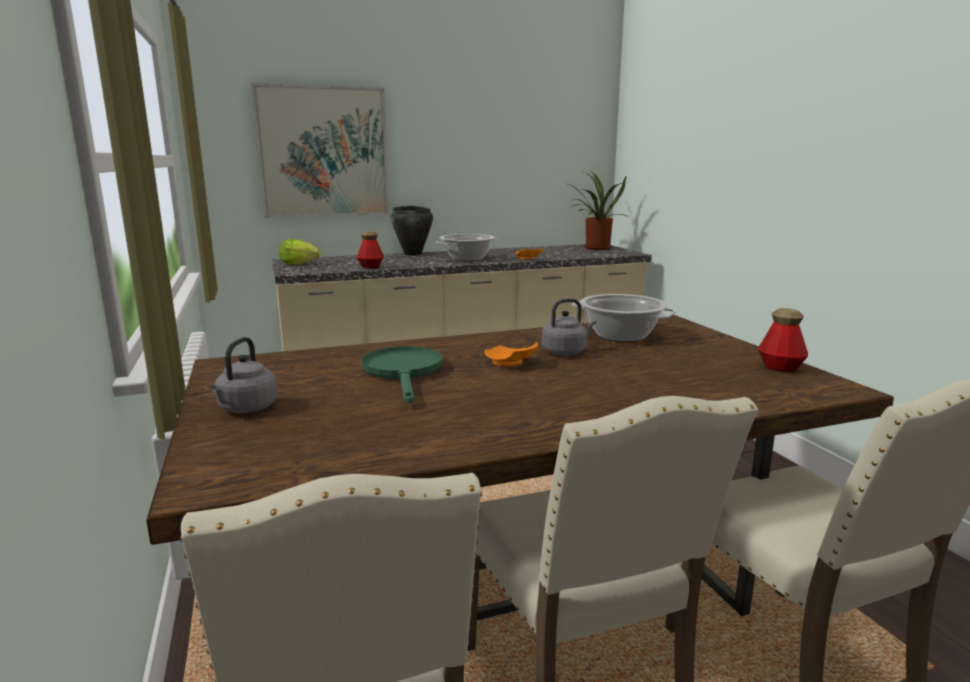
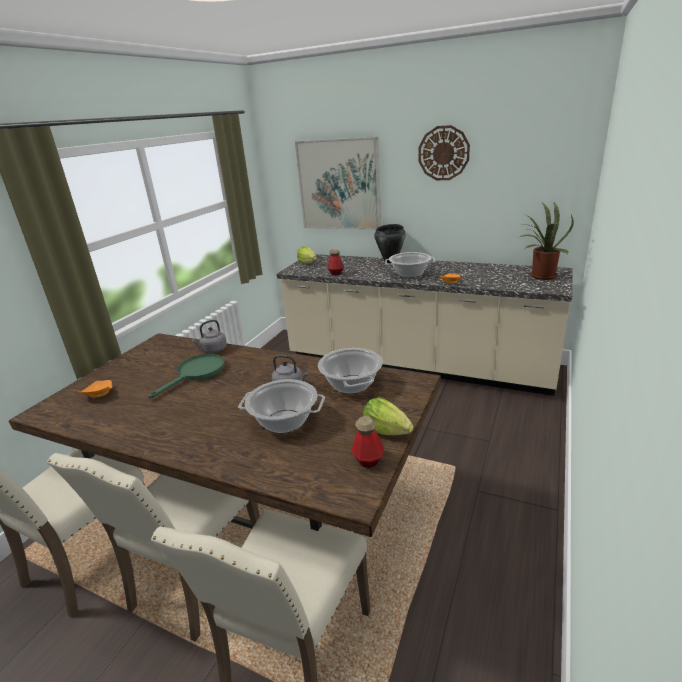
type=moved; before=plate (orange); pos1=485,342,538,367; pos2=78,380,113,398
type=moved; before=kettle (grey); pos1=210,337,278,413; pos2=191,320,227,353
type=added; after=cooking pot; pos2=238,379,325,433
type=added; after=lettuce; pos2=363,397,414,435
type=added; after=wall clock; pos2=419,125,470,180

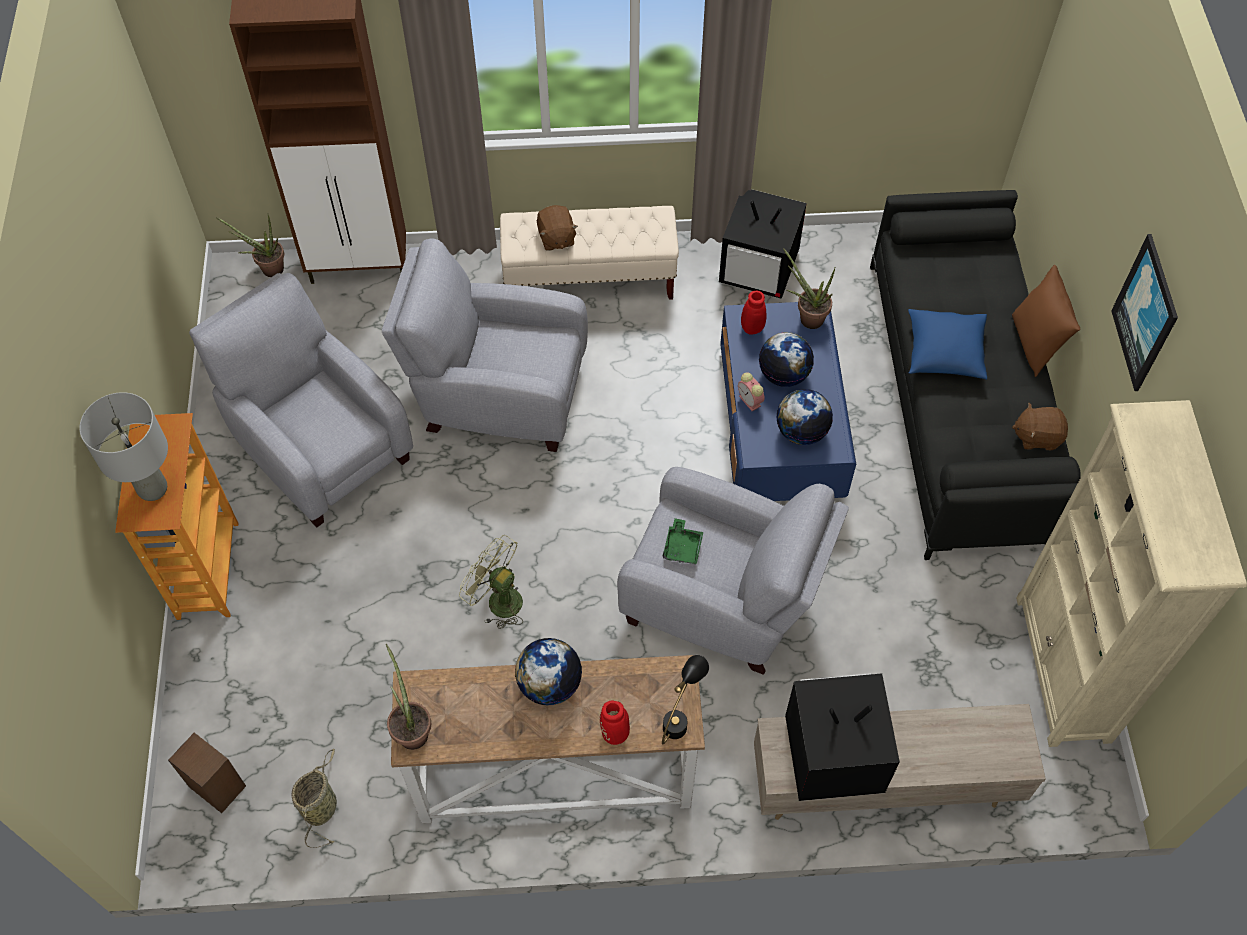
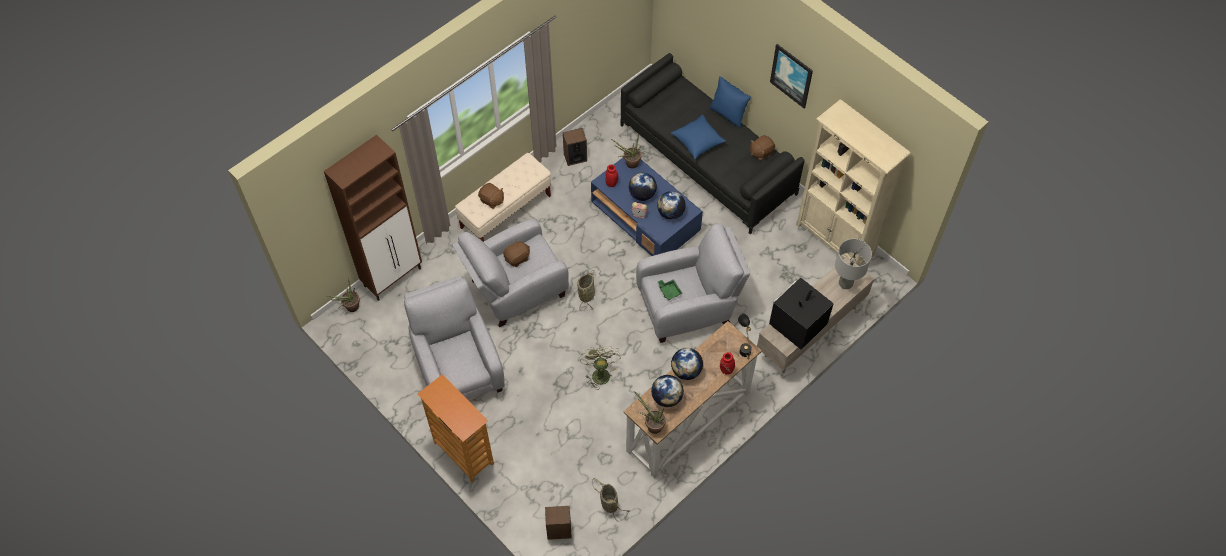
type=turned; before=armchair (grey); pos1=189,273,413,527; pos2=404,276,505,400; turn=60
type=added; after=plush toy (brown); pos2=503,239,530,267
type=replaced; before=television; after=speaker; pos1=719,189,807,299; pos2=563,128,587,166
type=added; after=basket; pos2=577,270,595,311
type=turned; before=fan (green); pos1=459,535,523,629; pos2=580,345,621,390; turn=90
type=added; after=globe; pos2=651,375,684,407
type=recoloured; before=pillow (brown); after=pillow (blue); pos1=1012,265,1080,377; pos2=710,76,751,128
type=moved; before=table lamp (grey); pos1=79,392,168,501; pos2=835,239,872,289

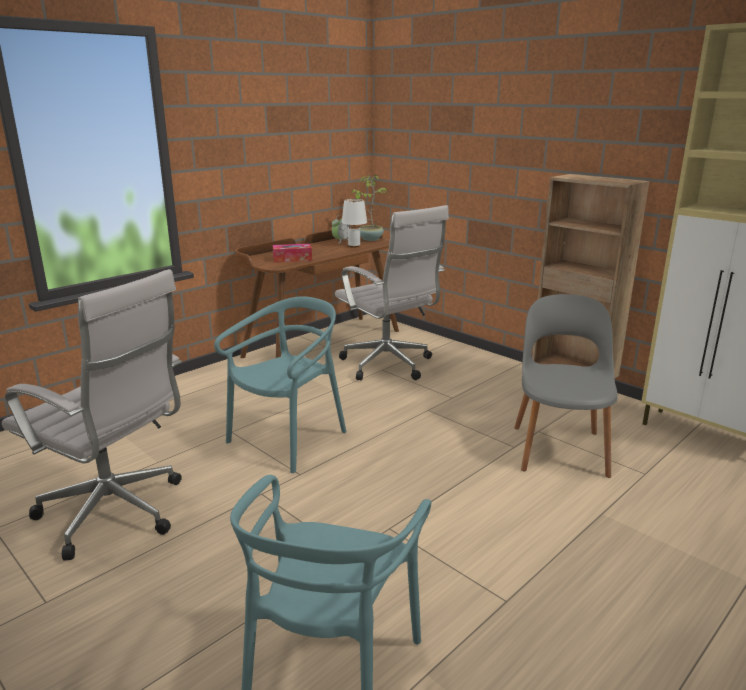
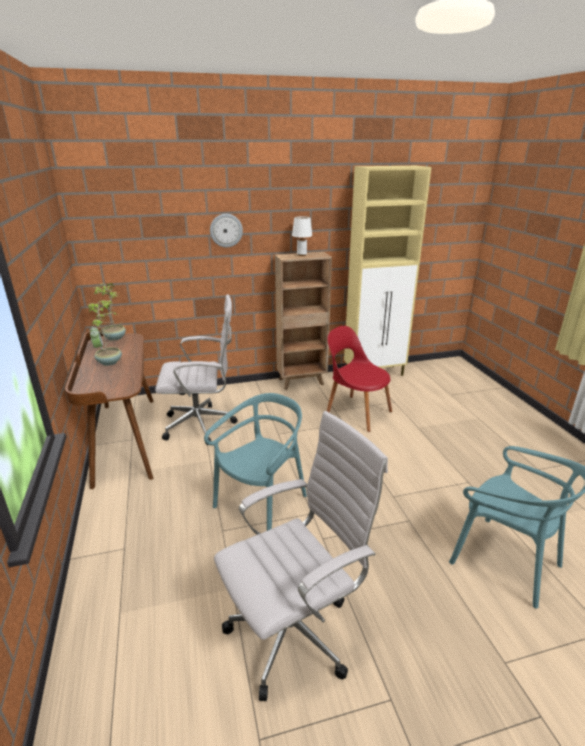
type=added; after=potted plant; pos2=88,301,122,366
type=turned; before=chair (turquoise); pos1=214,296,346,473; pos2=204,393,307,531; turn=60
type=added; after=wall clock; pos2=210,214,243,248
type=moved; before=table lamp (white); pos1=342,199,367,248; pos2=292,216,312,256
type=recoloured; before=chair (grey); after=chair (red); pos1=514,294,617,478; pos2=327,326,392,432
type=removed; before=tissue box; pos1=273,244,312,262

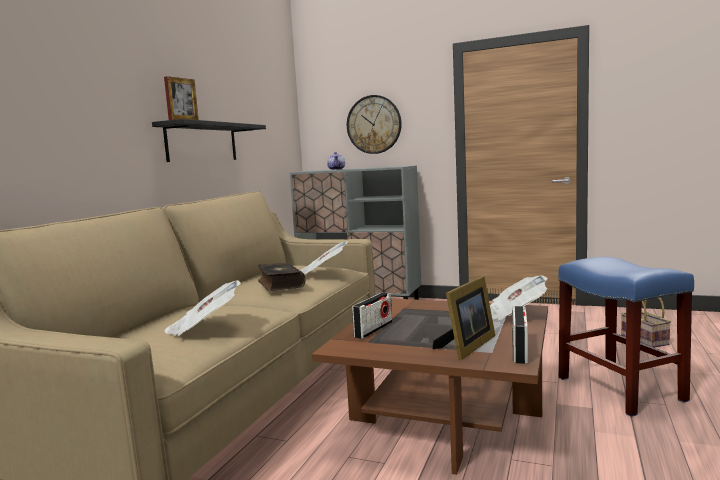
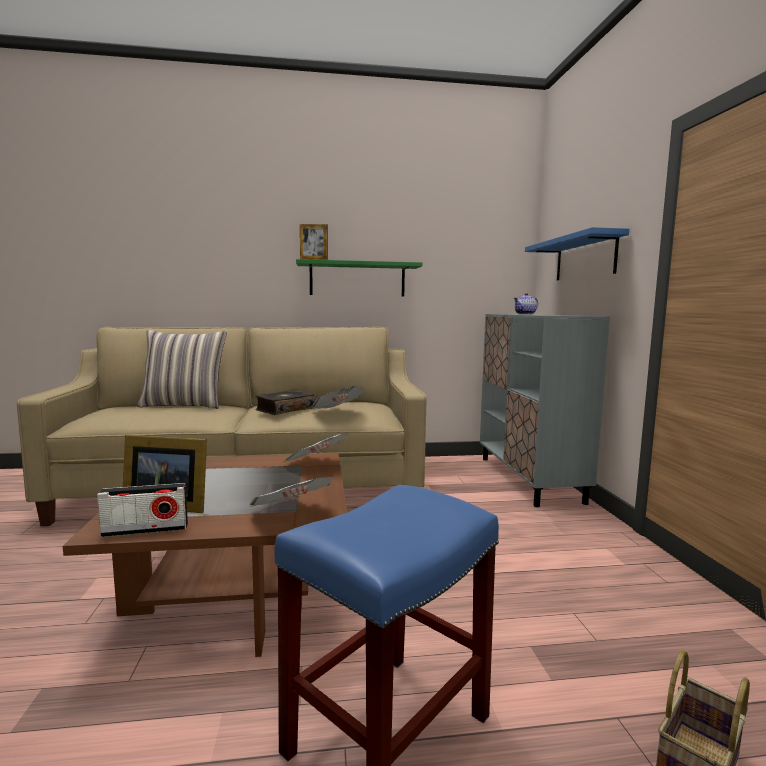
type=added; after=pillow; pos2=137,330,227,409
type=moved; before=newspaper; pos1=164,280,241,337; pos2=283,433,349,462
type=recoloured; before=shelf (black); after=shelf (green); pos1=152,119,266,162; pos2=296,259,422,296
type=replaced; before=wall clock; after=shelf (blue); pos1=347,95,402,154; pos2=525,227,629,280
type=removed; before=radio; pos1=352,292,392,339

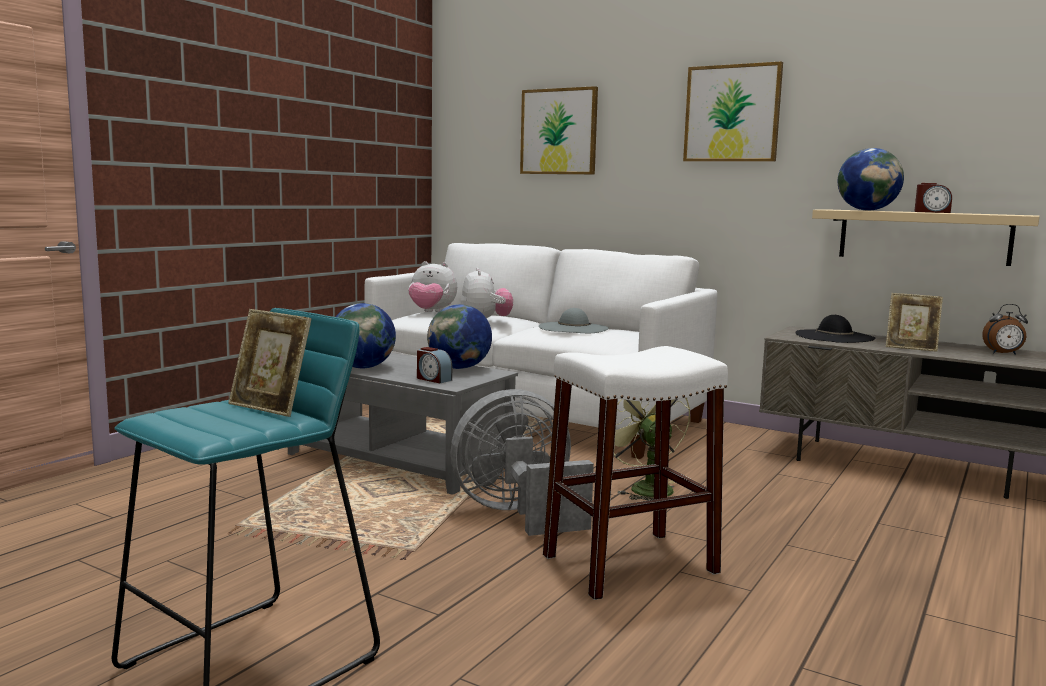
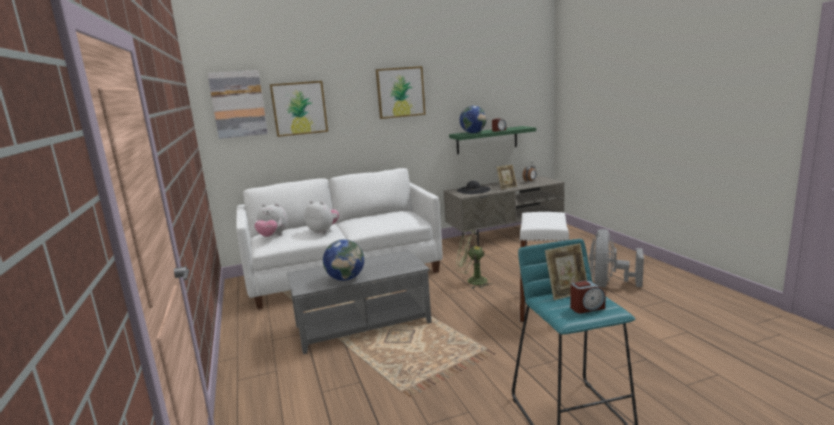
type=added; after=picture; pos2=207,70,268,139
type=turned; before=plush toy; pos1=409,261,457,312; pos2=254,203,288,237; turn=45
type=recoloured; before=shelf (beige); after=shelf (green); pos1=812,209,1040,266; pos2=449,126,536,154
type=moved; before=alarm clock; pos1=417,347,452,383; pos2=570,280,605,313
type=moved; before=fan (grey); pos1=451,389,594,536; pos2=589,229,644,287
type=removed; before=globe; pos1=427,304,492,369
type=removed; before=hat (grey); pos1=539,308,609,333

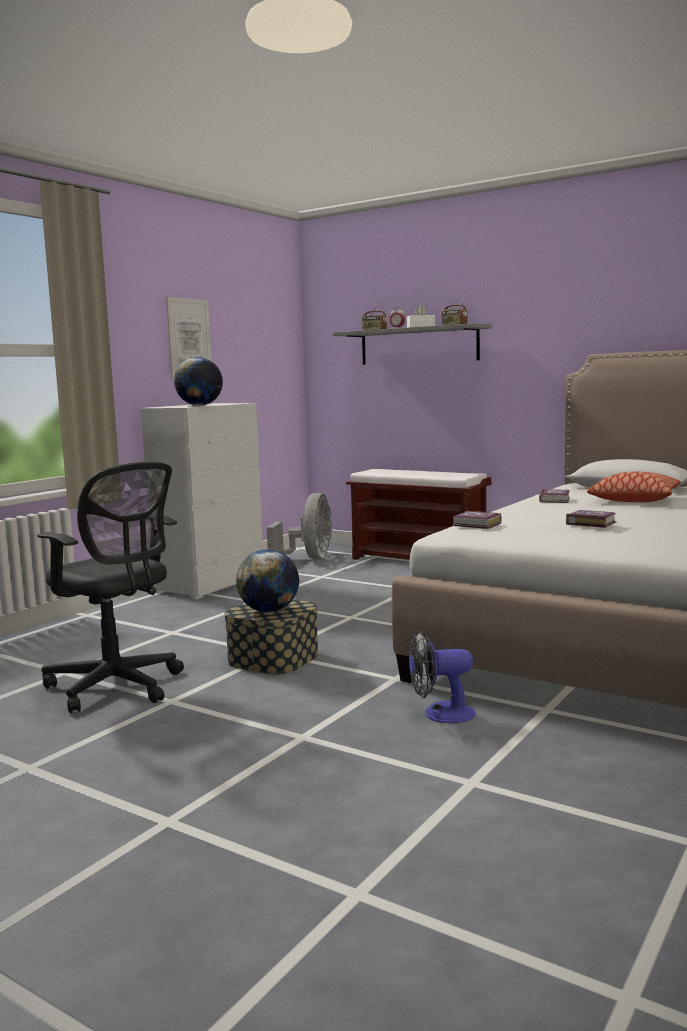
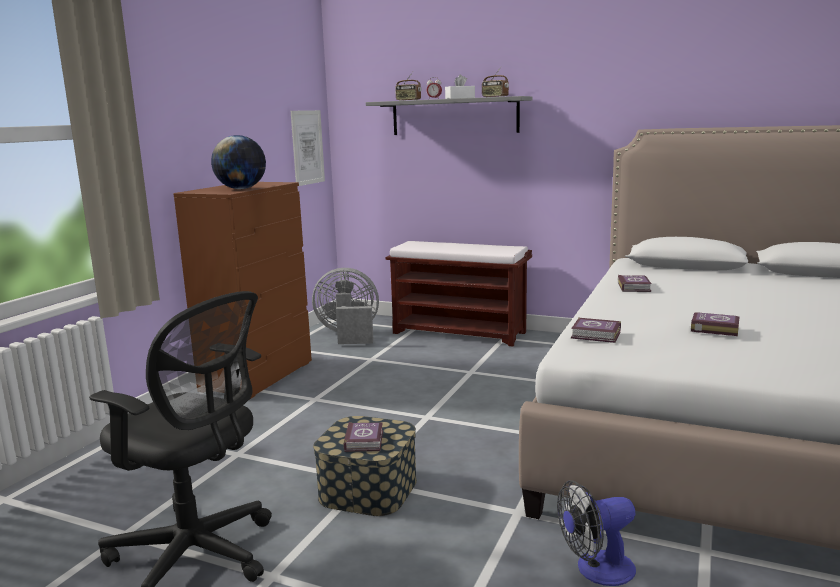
type=recoloured; before=dresser (white); after=dresser (brown); pos1=141,403,263,600; pos2=173,182,312,400
type=moved; before=picture; pos1=166,297,211,380; pos2=291,110,325,186
type=turned; before=fan (grey); pos1=267,493,332,560; pos2=312,268,379,344; turn=-90
type=replaced; before=globe; after=book; pos1=236,549,299,612; pos2=343,422,383,452
type=removed; before=pillow; pos1=587,472,680,502

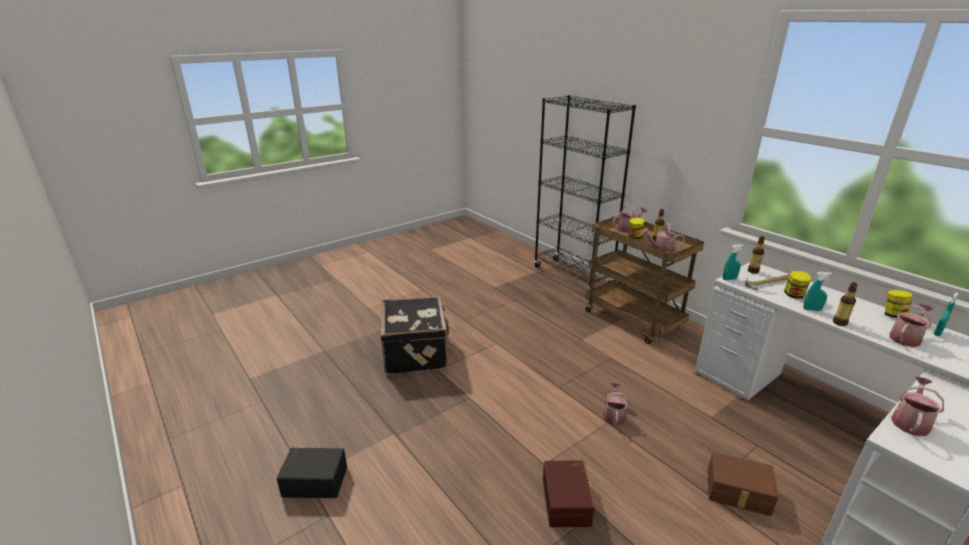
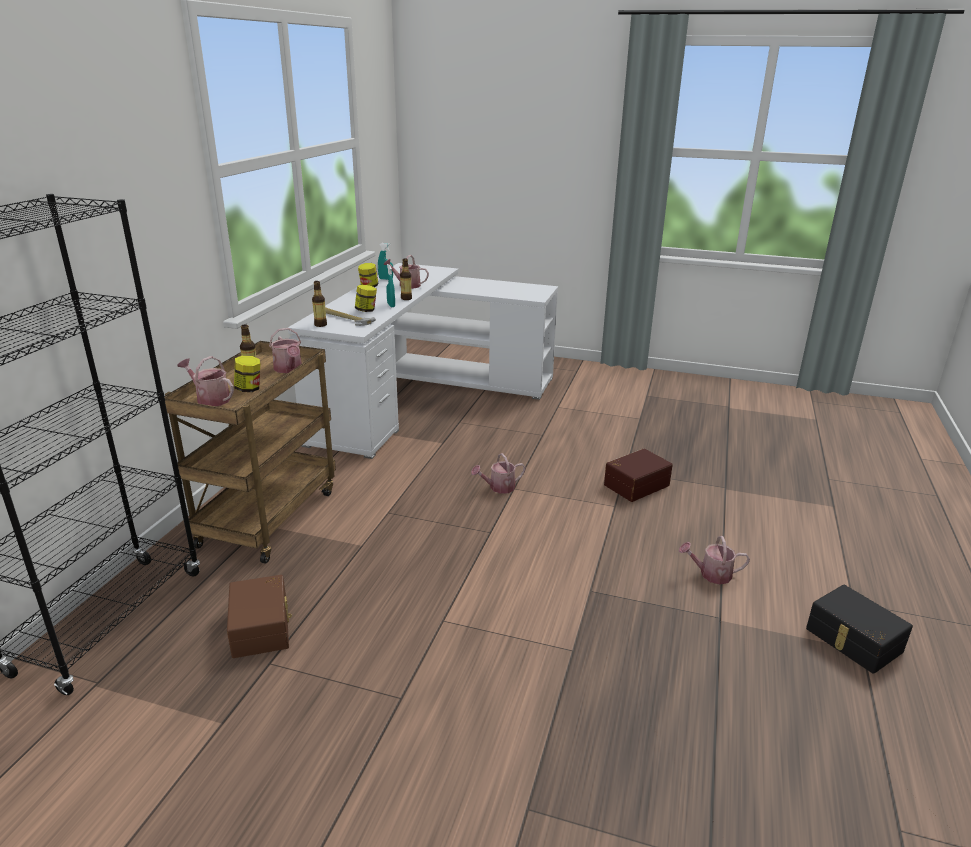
type=moved; before=storage box (brown); pos1=707,452,778,516; pos2=227,575,292,658
type=moved; before=watering can; pos1=891,377,944,436; pos2=679,536,750,584
type=removed; before=suitcase (black); pos1=380,296,449,375
type=removed; before=spray bottle (turquoise); pos1=723,244,744,280

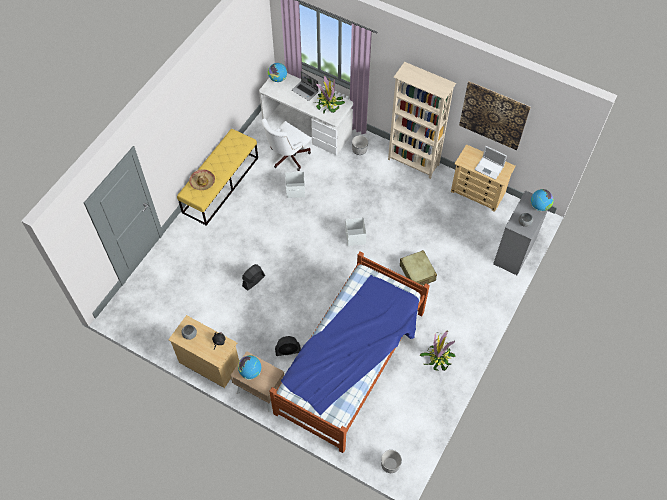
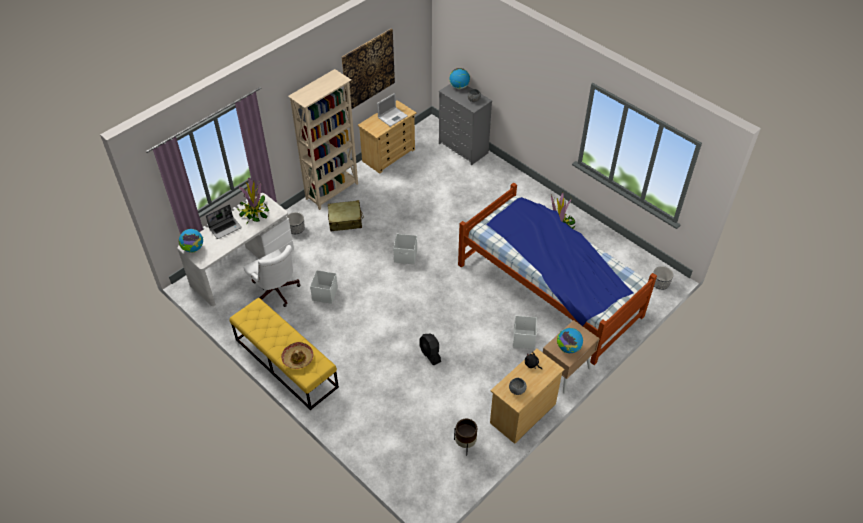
type=moved; before=suitcase (beige); pos1=400,250,437,285; pos2=328,200,364,231
type=added; after=planter (brown); pos2=454,419,477,456
type=replaced; before=fan (black); after=storage box (white); pos1=275,336,301,356; pos2=513,316,538,349

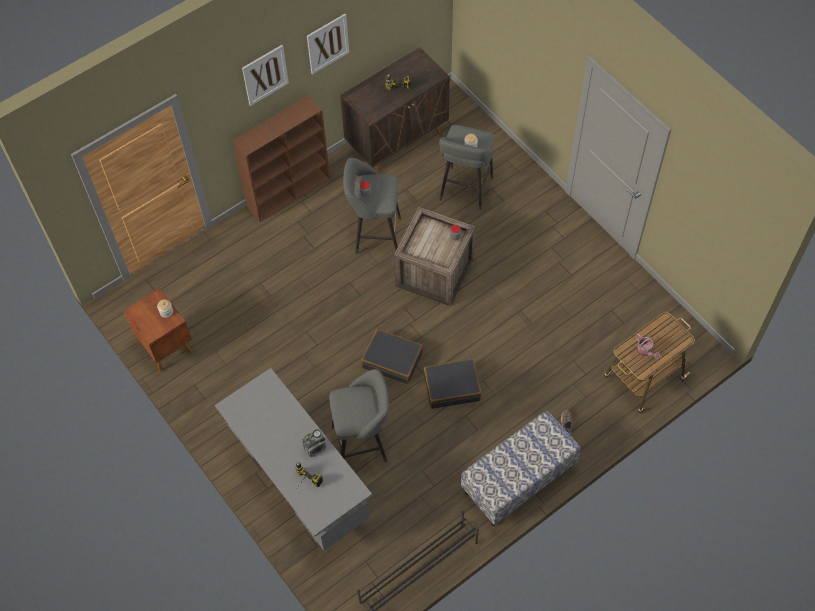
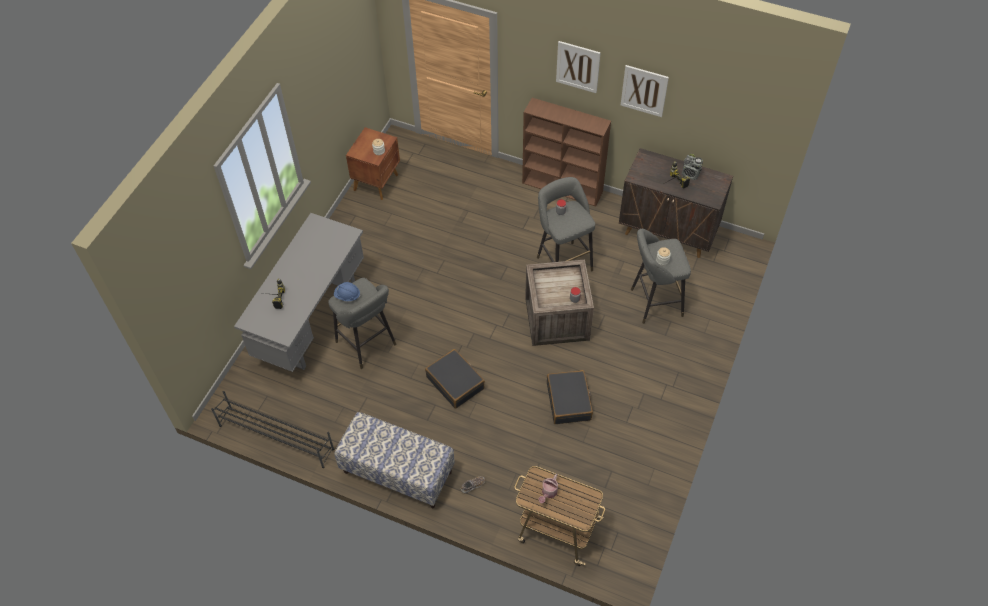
type=added; after=hard hat (blue); pos2=334,282,361,301
type=moved; before=suitcase (black); pos1=361,329,423,384; pos2=547,370,593,424
type=moved; before=radio; pos1=302,429,326,457; pos2=682,154,703,180

